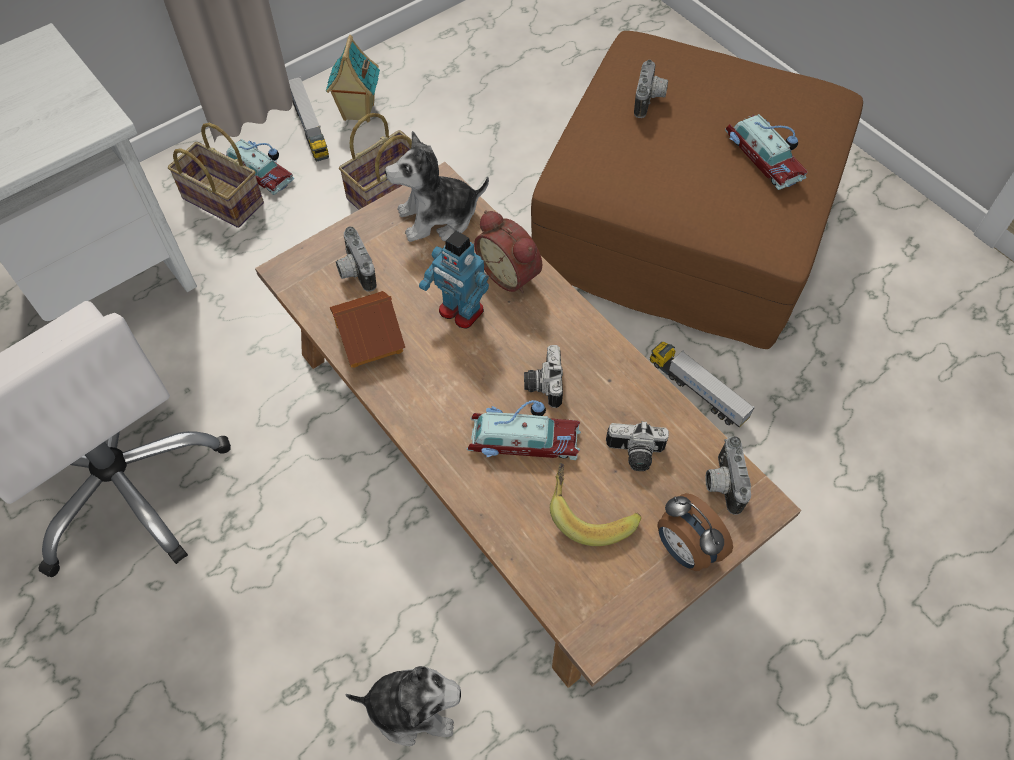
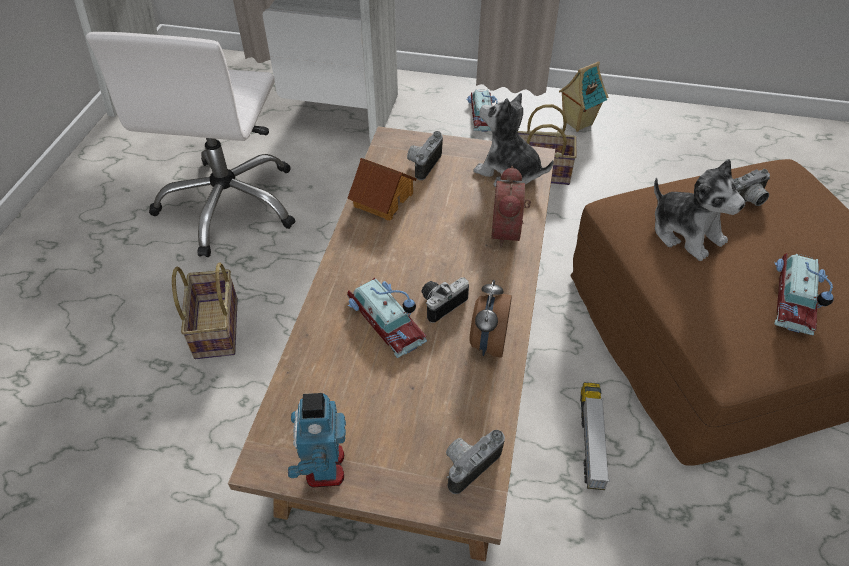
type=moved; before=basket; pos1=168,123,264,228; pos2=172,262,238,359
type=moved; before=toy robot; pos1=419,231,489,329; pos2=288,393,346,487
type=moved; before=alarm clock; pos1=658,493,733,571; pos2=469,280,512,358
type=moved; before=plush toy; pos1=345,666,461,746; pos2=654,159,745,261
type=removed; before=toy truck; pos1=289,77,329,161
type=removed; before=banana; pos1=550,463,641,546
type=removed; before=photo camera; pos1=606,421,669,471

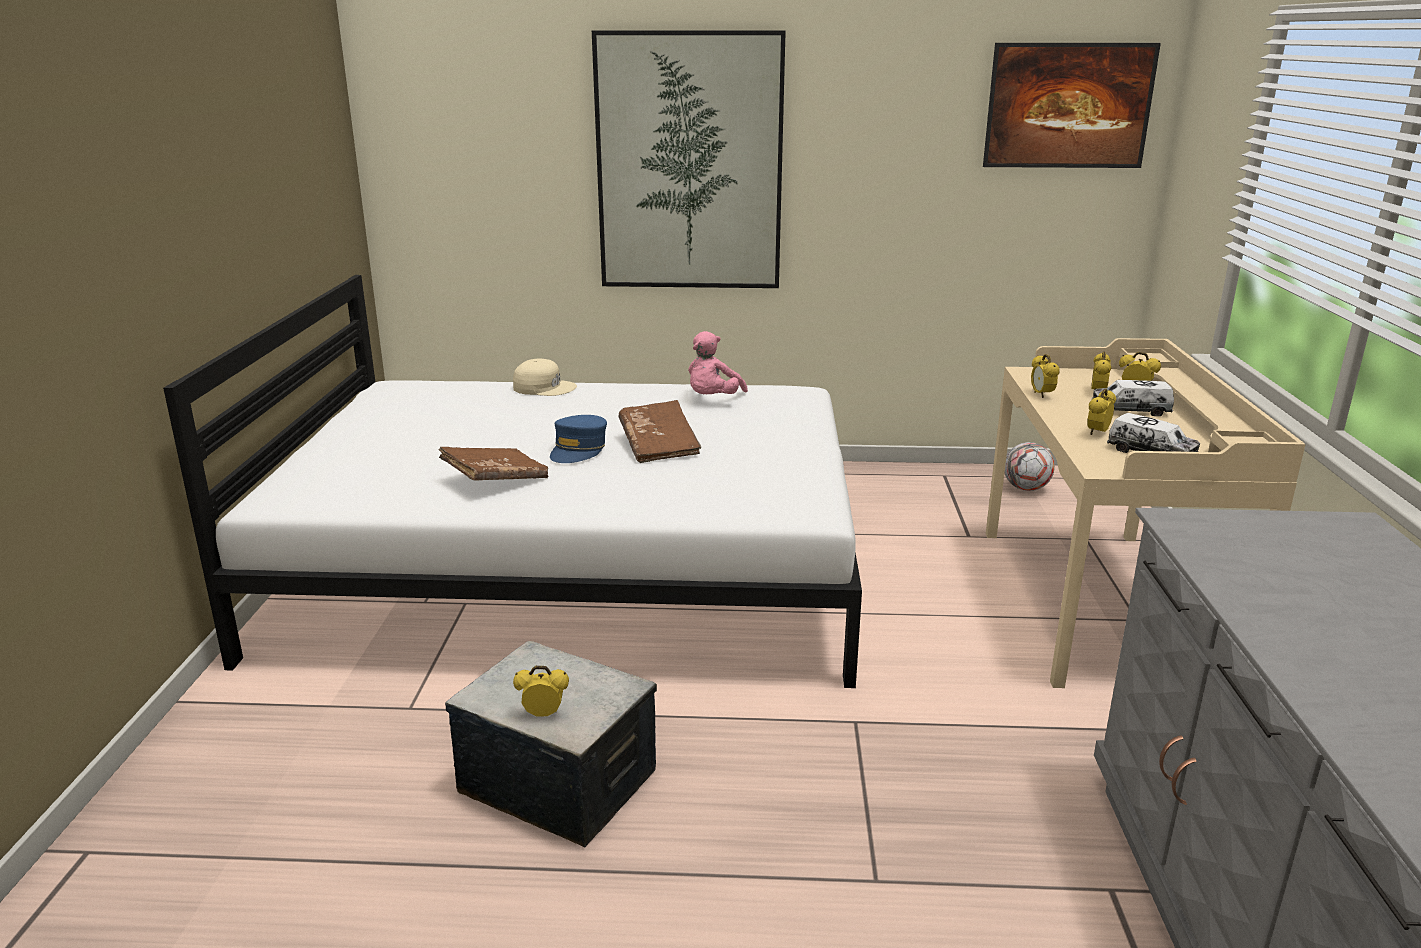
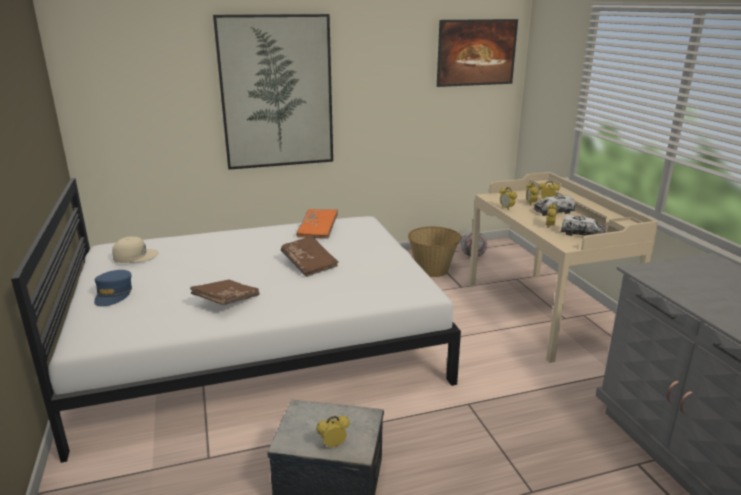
type=moved; before=cap (blue); pos1=550,415,607,463; pos2=94,270,132,306
type=moved; before=cap (beige); pos1=513,358,577,396; pos2=112,237,159,263
type=replaced; before=plush toy (pink); after=book (orange); pos1=688,331,748,394; pos2=296,209,338,239
type=added; after=basket; pos2=408,227,461,277

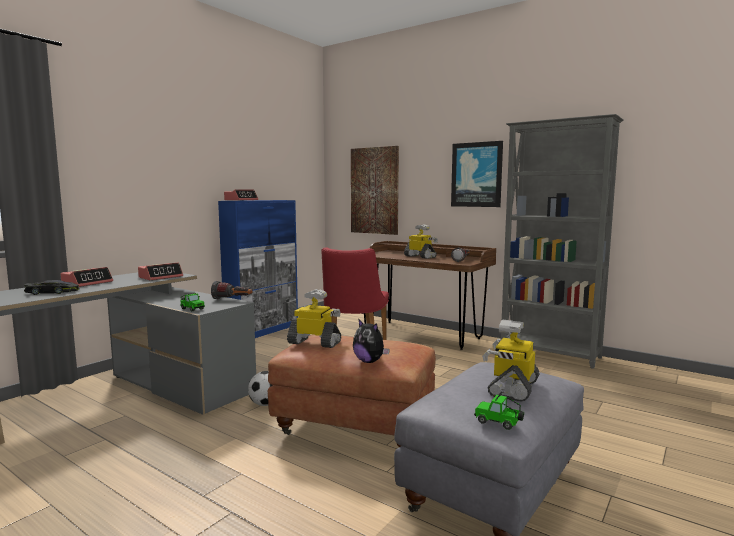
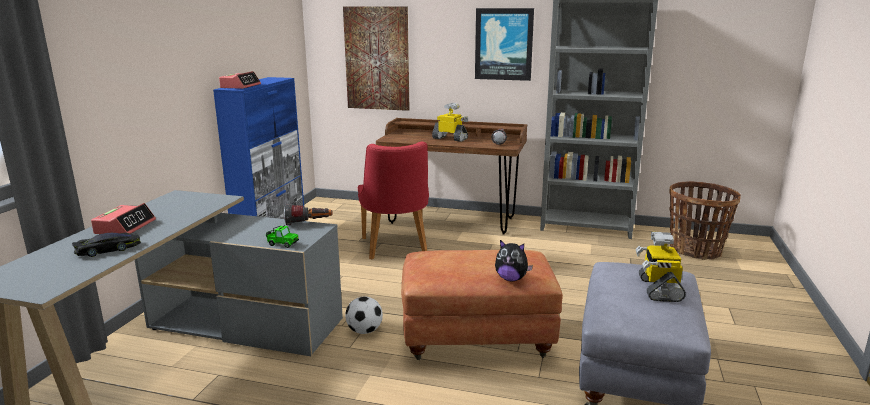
type=added; after=basket; pos2=669,181,741,260
type=removed; before=alarm clock; pos1=138,263,183,280
type=removed; before=toy robot; pos1=287,289,341,348
type=removed; before=toy car; pos1=474,394,524,430

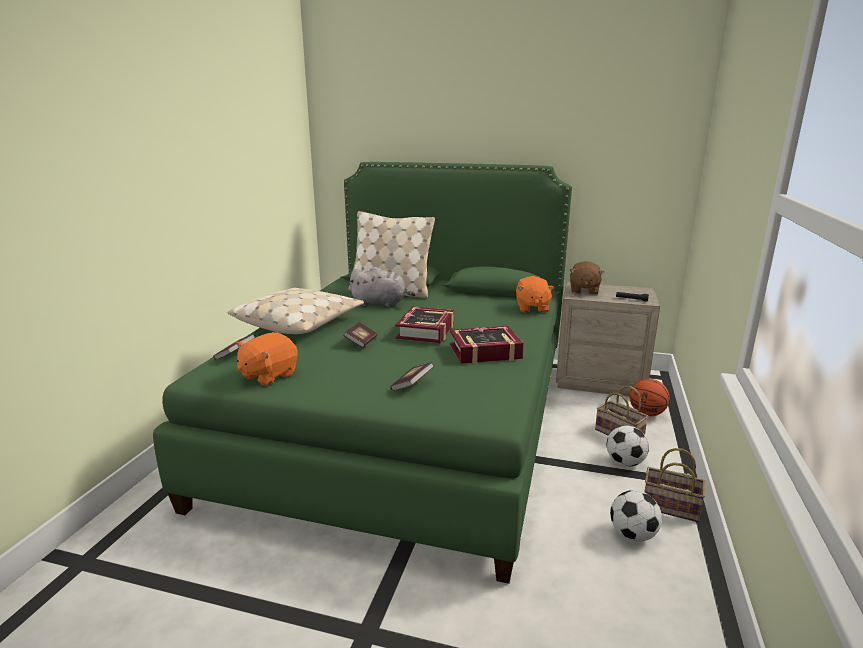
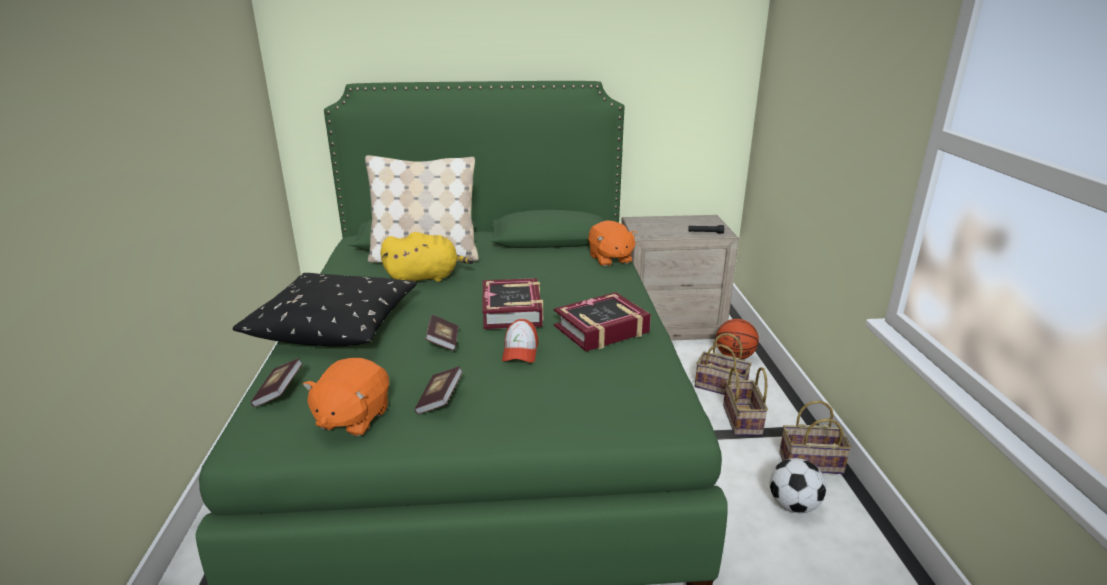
type=recoloured; before=pillow (beige); after=pillow (black); pos1=228,288,364,334; pos2=233,273,417,346
type=recoloured; before=plush toy (grey); after=plush toy (yellow); pos1=349,267,416,307; pos2=380,232,474,282
type=moved; before=book; pos1=391,362,434,391; pos2=414,366,463,414
type=added; after=cap; pos2=502,319,538,363
type=replaced; before=football; after=basket; pos1=607,426,649,467; pos2=723,367,768,436
type=removed; before=plush toy (brown); pos1=570,261,604,295

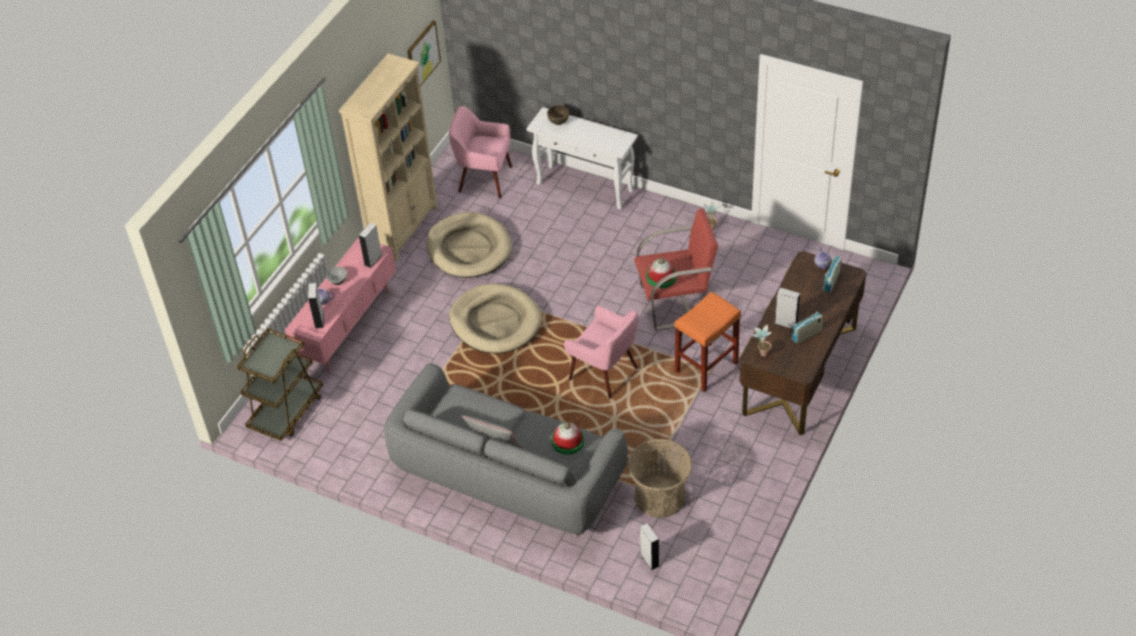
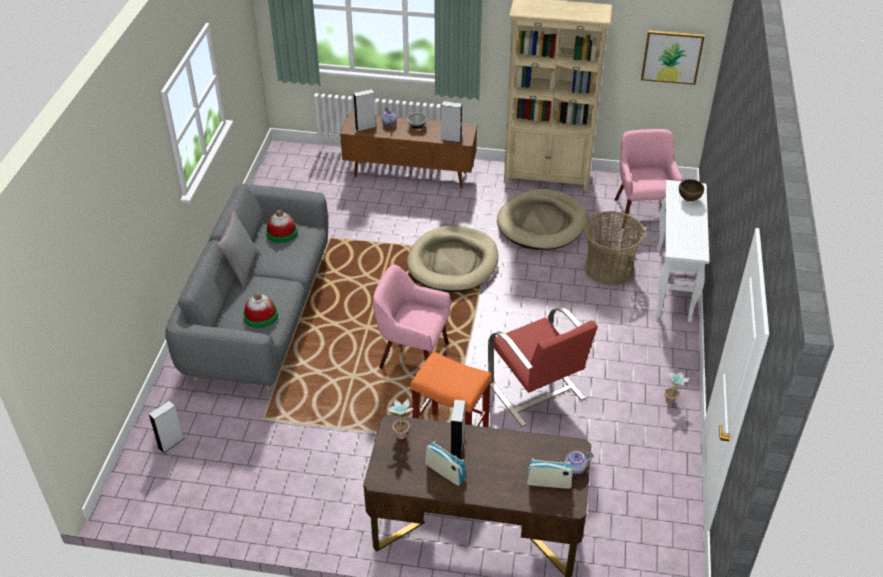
type=moved; before=hat; pos1=646,258,676,288; pos2=265,210,298,243
type=recoloured; before=tv stand (pink); after=tv stand (brown); pos1=285,237,396,372; pos2=340,113,478,188
type=turned; before=armchair (pink); pos1=564,305,638,399; pos2=373,265,451,369; turn=90
type=moved; before=basket; pos1=627,439,692,518; pos2=584,211,646,286
type=removed; before=cart (brown); pos1=237,328,323,441

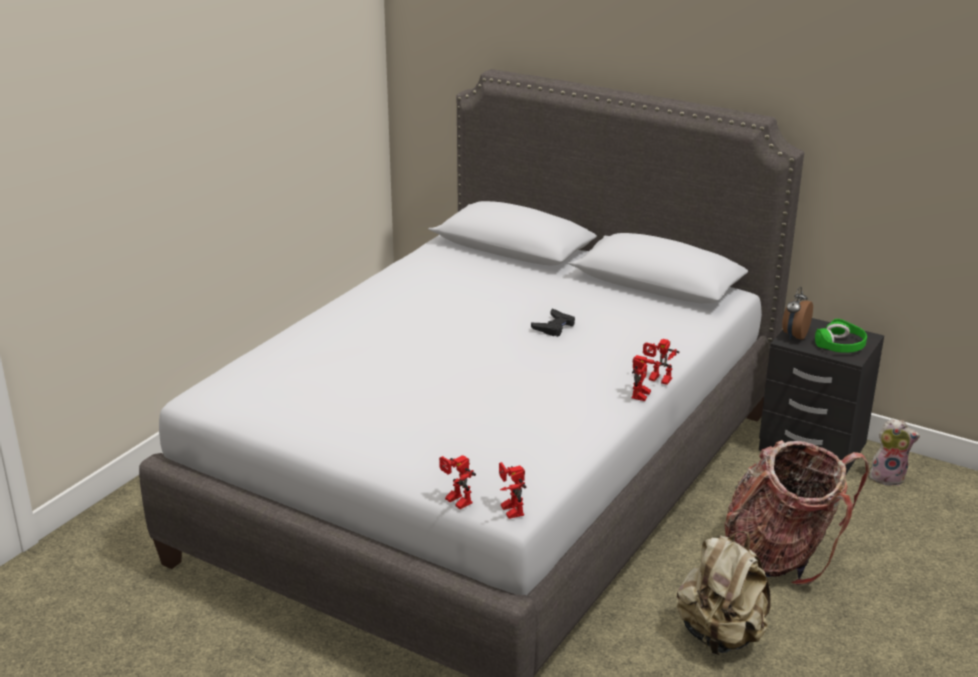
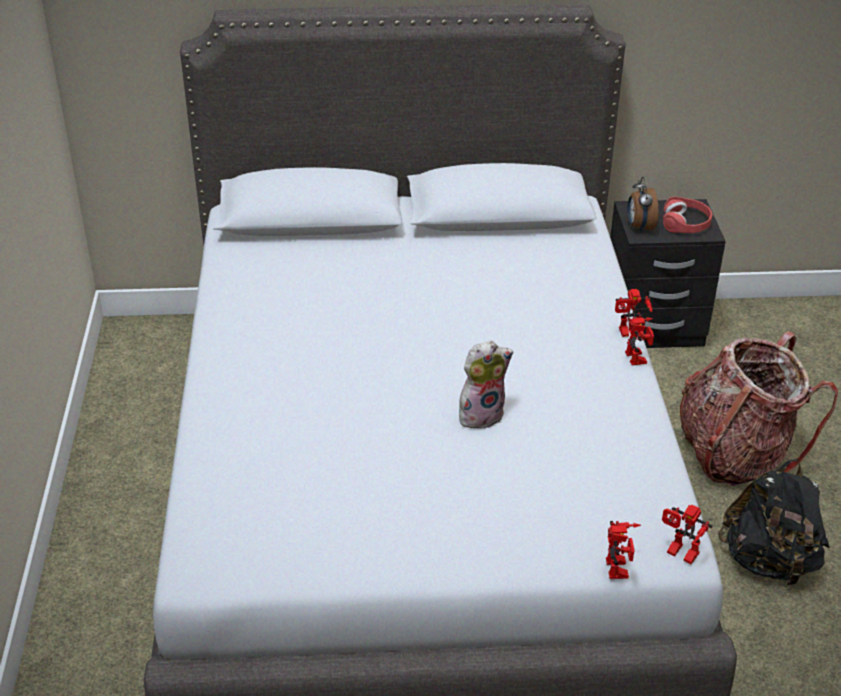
type=moved; before=plush toy; pos1=869,419,920,486; pos2=459,341,513,429
type=turned; before=toy robot; pos1=439,455,476,509; pos2=606,521,641,579; turn=-105
type=recoloured; before=headphones (green); after=headphones (red); pos1=815,319,867,353; pos2=663,196,712,233
type=recoloured; before=backpack (beige); after=backpack (black); pos1=677,531,771,655; pos2=718,459,830,585
type=removed; before=game controller (black); pos1=531,309,575,337

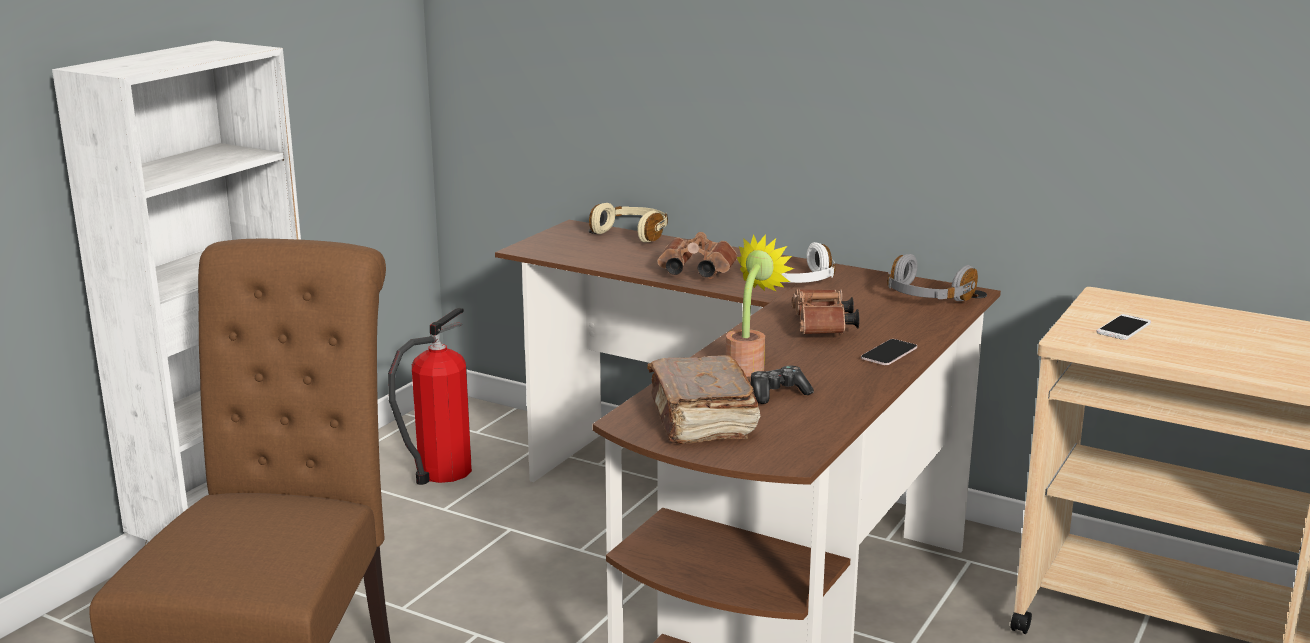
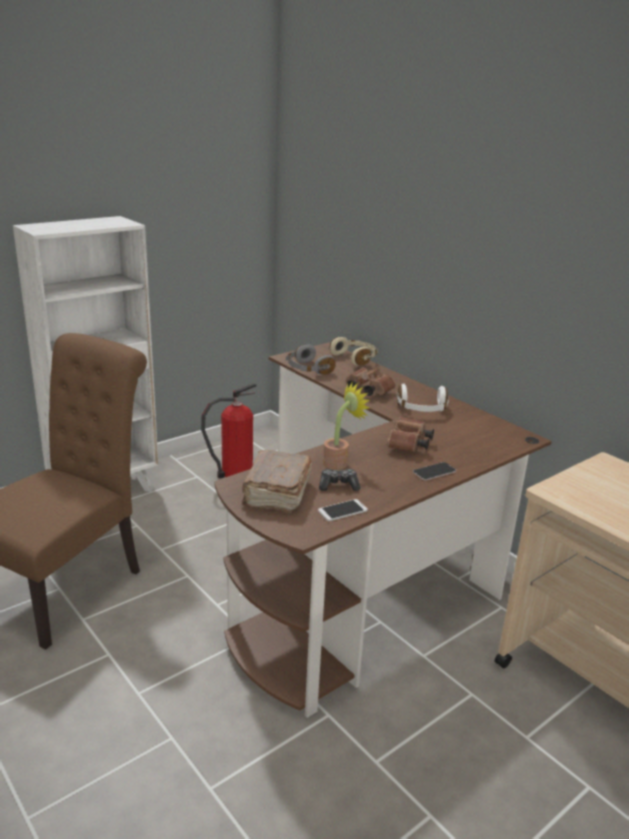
type=moved; before=headphones (grey); pos1=887,254,978,301; pos2=286,345,336,375
type=moved; before=phone; pos1=1097,314,1151,340; pos2=318,499,368,521

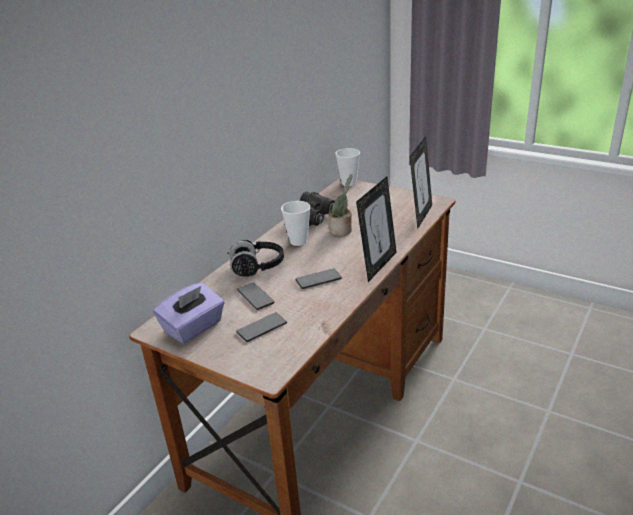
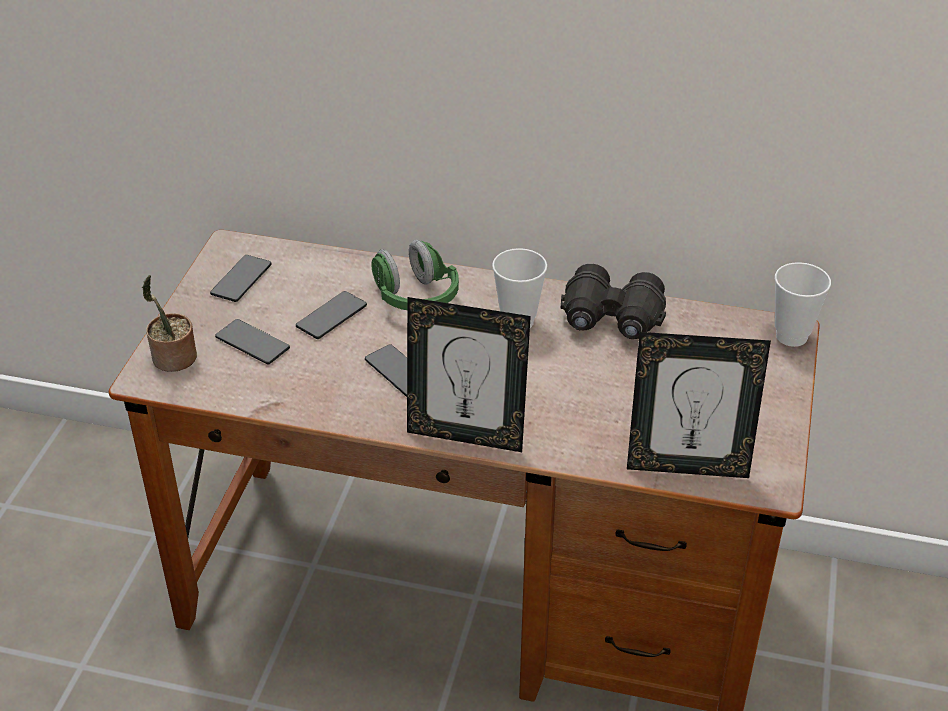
type=moved; before=potted plant; pos1=328,174,352,236; pos2=142,275,197,372
type=replaced; before=tissue box (purple); after=phone; pos1=153,283,225,344; pos2=210,255,272,302
type=recoloured; before=headphones (black); after=headphones (green); pos1=227,240,284,277; pos2=372,240,459,310

